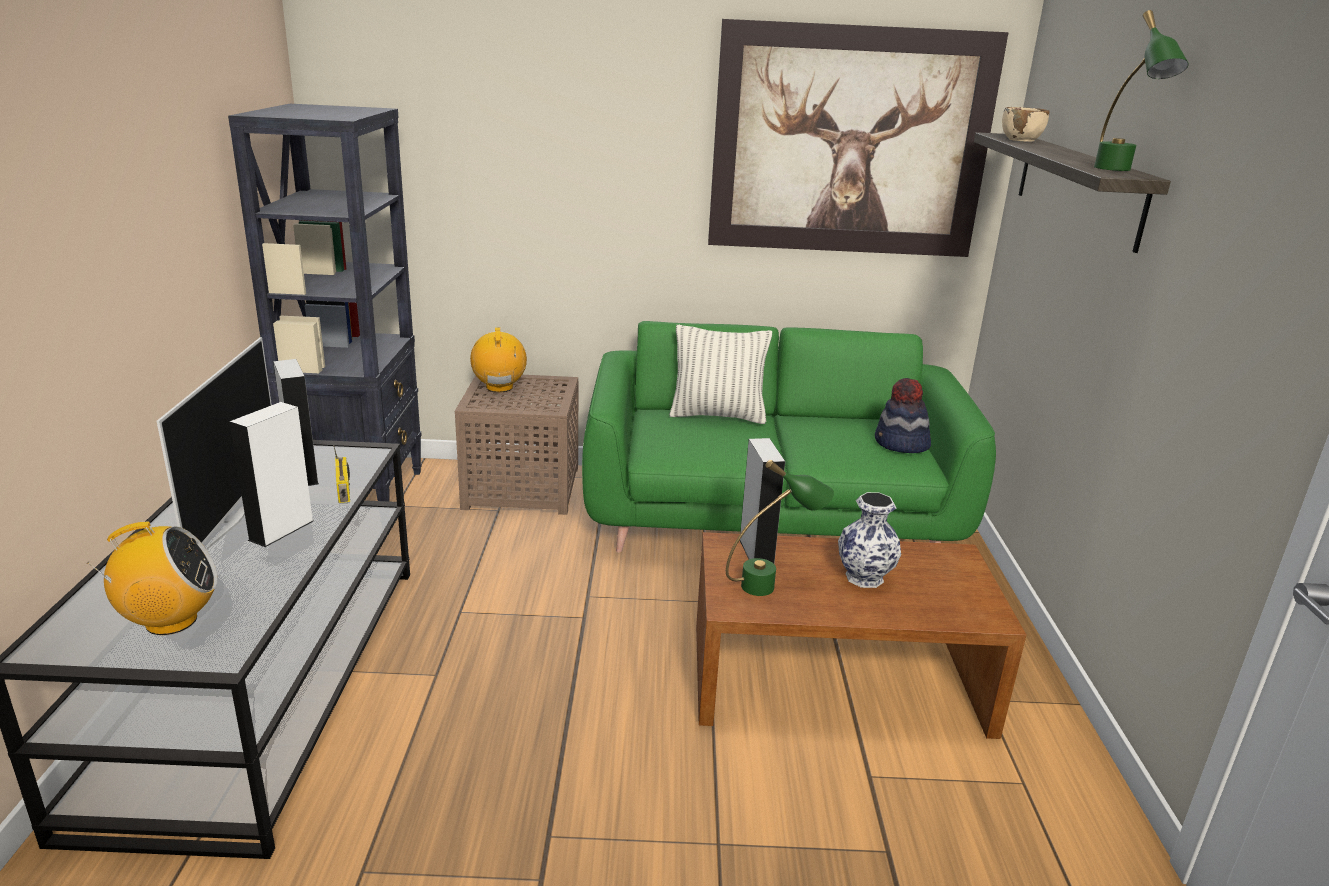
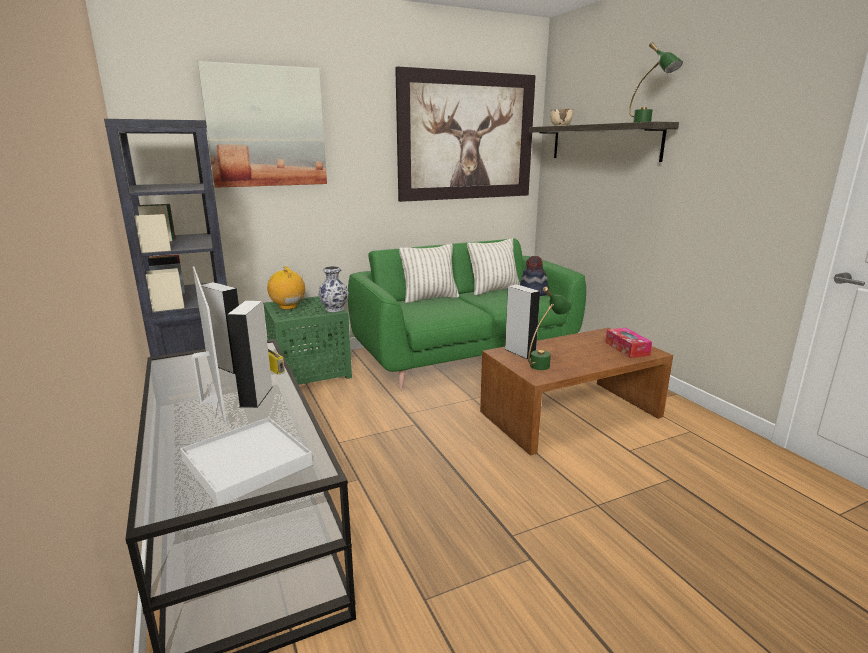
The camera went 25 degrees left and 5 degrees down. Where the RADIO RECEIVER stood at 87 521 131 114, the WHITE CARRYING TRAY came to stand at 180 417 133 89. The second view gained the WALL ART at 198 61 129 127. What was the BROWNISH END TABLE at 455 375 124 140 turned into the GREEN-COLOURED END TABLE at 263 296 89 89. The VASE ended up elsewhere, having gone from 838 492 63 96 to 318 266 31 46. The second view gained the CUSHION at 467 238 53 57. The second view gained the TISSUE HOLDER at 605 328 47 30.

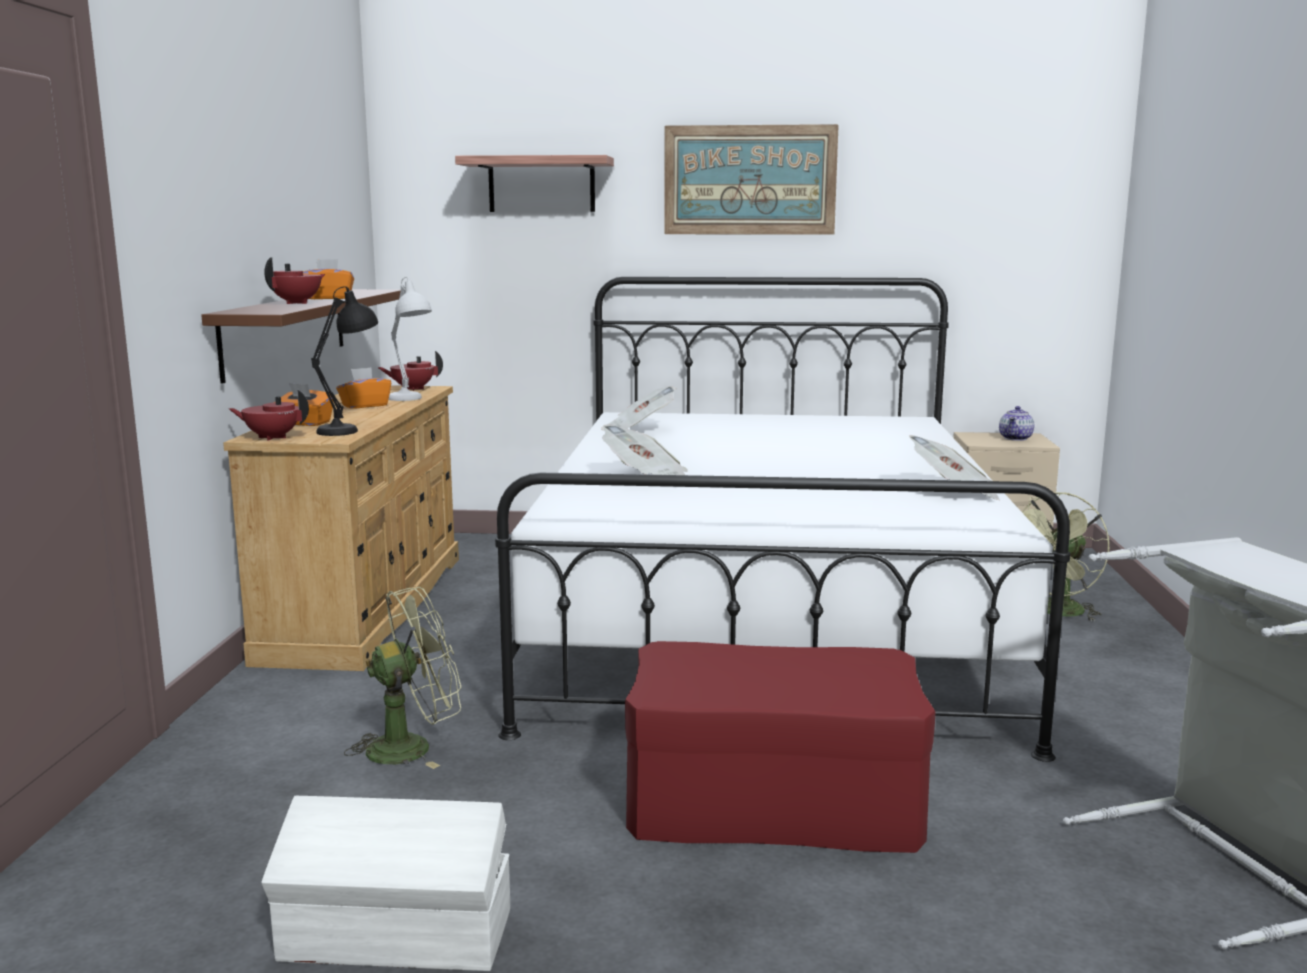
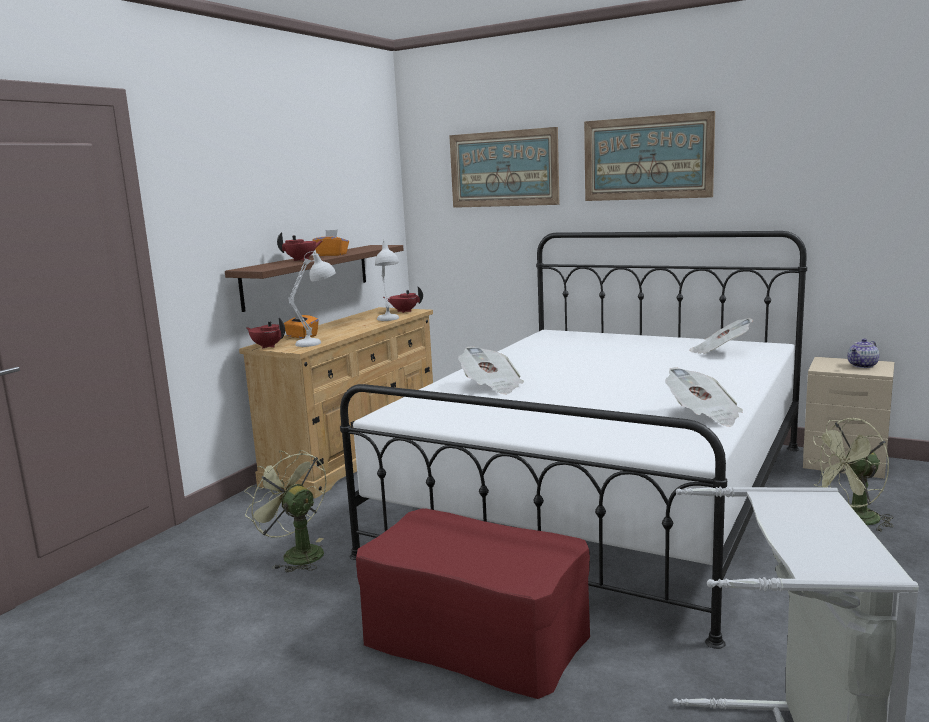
The camera went 25 degrees right and 0 degrees up. The GREEN-COLOURED COOLING FAN at 344 587 117 182 ended up facing another way, 135 degrees counterclockwise from before. What was the BLACK-COLOURED LAMP FOR A TABLE at 311 286 67 150 turned into the WHITE LAMP FOR A TABLE at 288 251 48 96. Where the WALL SHELF hung at 455 155 159 57, the WALL ART came to hang at 449 127 110 81. The DAILY PAPER ended up elsewhere, having gone from 601 386 76 45 to 689 318 64 36. The second view lost the WHITE STORAGE BOX at 261 796 249 175. The second view lost the ORANGE-COLOURED TISSUE HOLDER at 336 367 55 42.

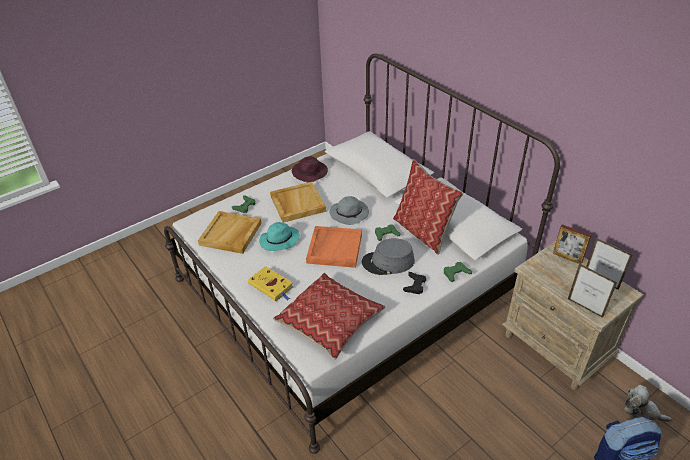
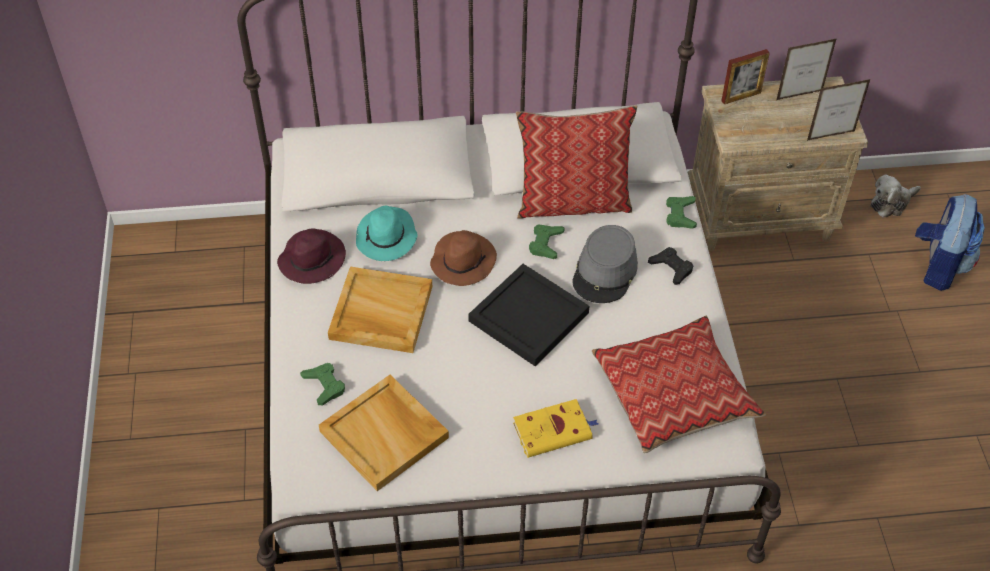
The camera went 60 degrees left and 10 degrees up. The TURQUOISE-COLOURED CLOTHING HAT ended up elsewhere, having gone from 259 222 41 29 to 356 206 61 55. What was the GRAY CLOTHING HAT at 330 196 39 29 turned into the BROWNISH CLOTHING HAT at 430 230 67 56. What was the ORANGE-COLOURED CARRYING TRAY at 306 226 56 42 turned into the BLACK-COLOURED CARRYING TRAY at 468 264 121 102.

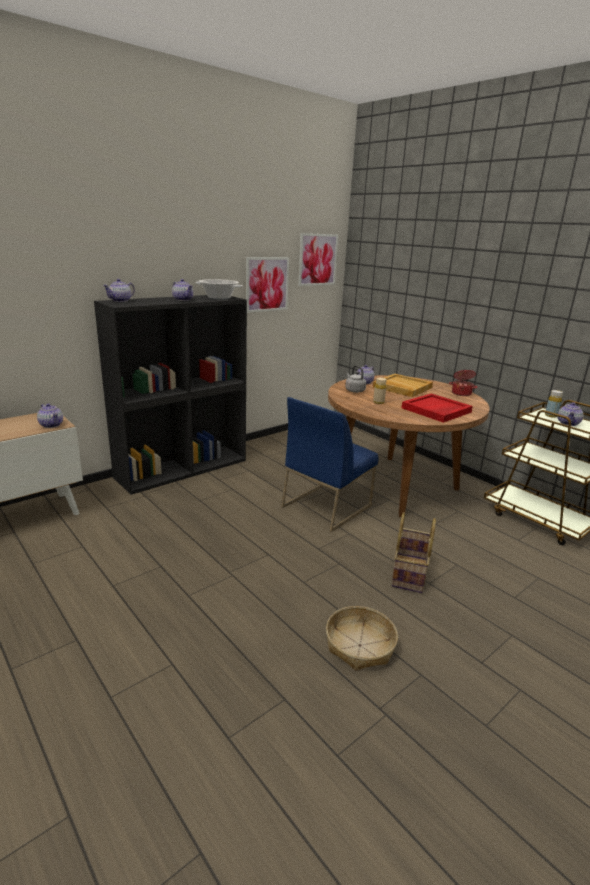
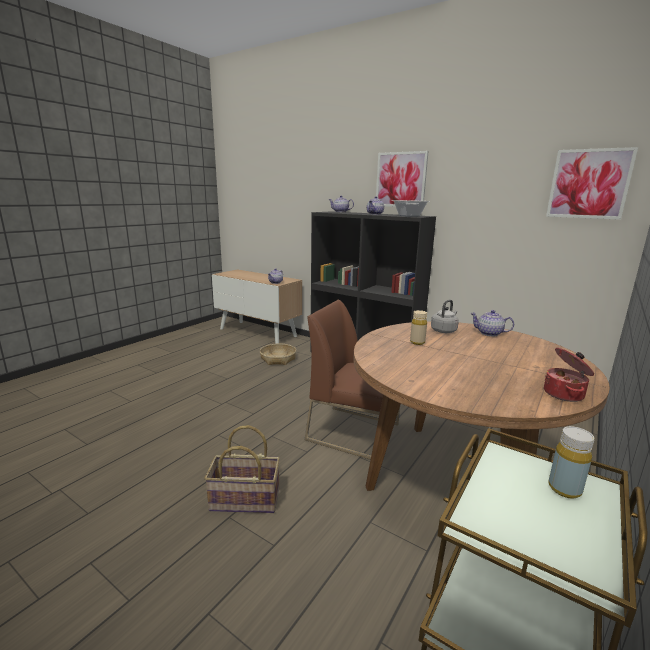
The camera went 75 degrees right and 5 degrees down. The STORAGE BASKET ended up elsewhere, having gone from 326 606 72 65 to 260 344 36 21. What was the BLUISH CHAIR at 281 397 97 135 turned into the BROWNISH CHAIR at 305 300 95 160. The WALL ART ended up elsewhere, having gone from 246 257 43 56 to 376 151 53 56. The second view lost the BEIGE-COLOURED CARRYING TRAY at 373 374 60 23. The second view lost the RED-COLOURED CARRYING TRAY at 401 393 72 30. The second view lost the TEAPOT at 557 402 26 24.

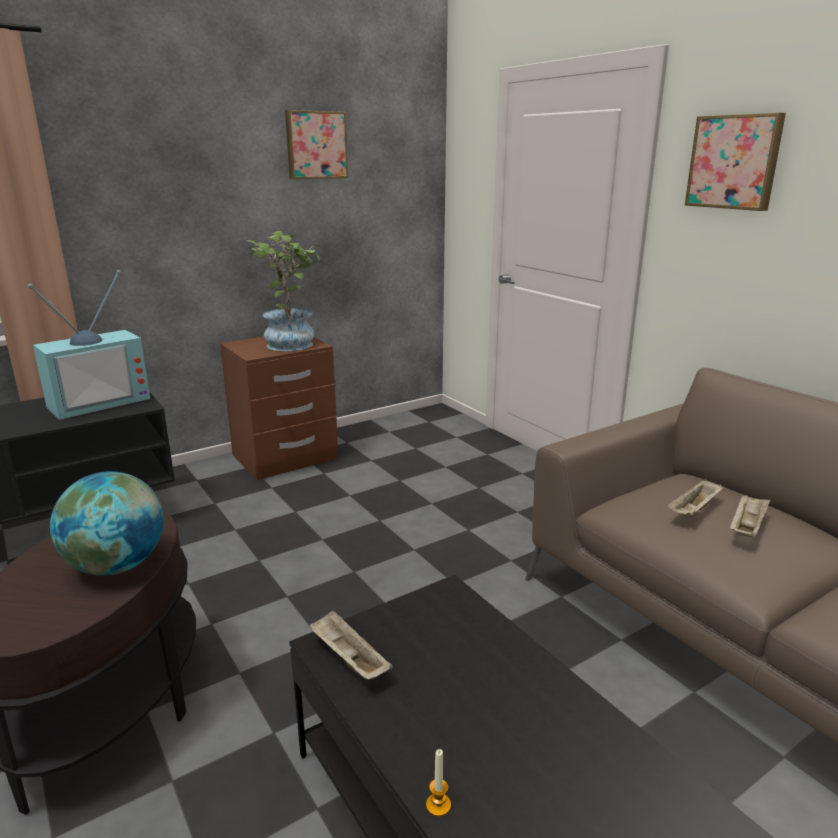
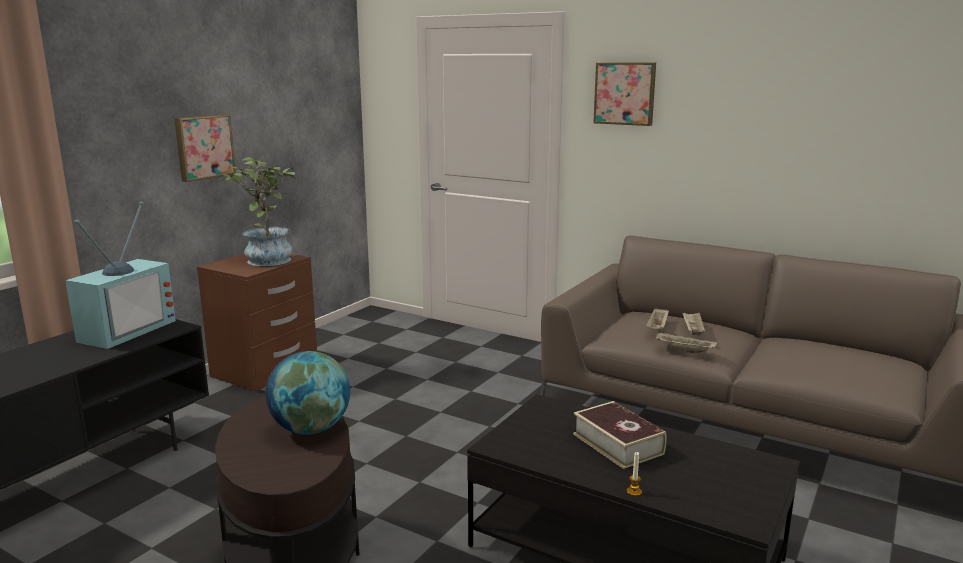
The camera went 25 degrees left and 5 degrees down. The WALL ART ended up elsewhere, having gone from 285 110 64 69 to 174 114 62 68. The second view gained the BOOK at 573 401 93 68. The BEIGE-COLOURED CARRYING TRAY ended up elsewhere, having gone from 309 610 84 70 to 656 332 61 21.

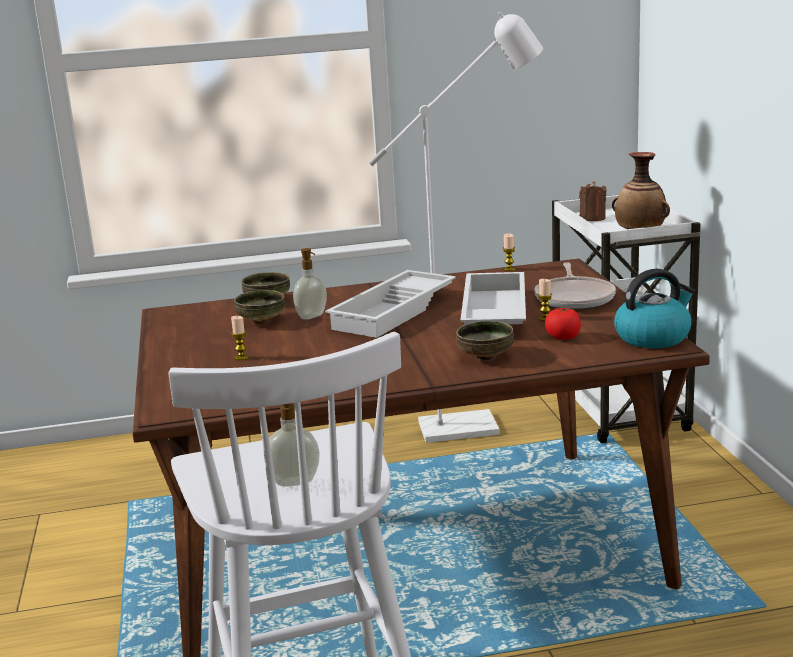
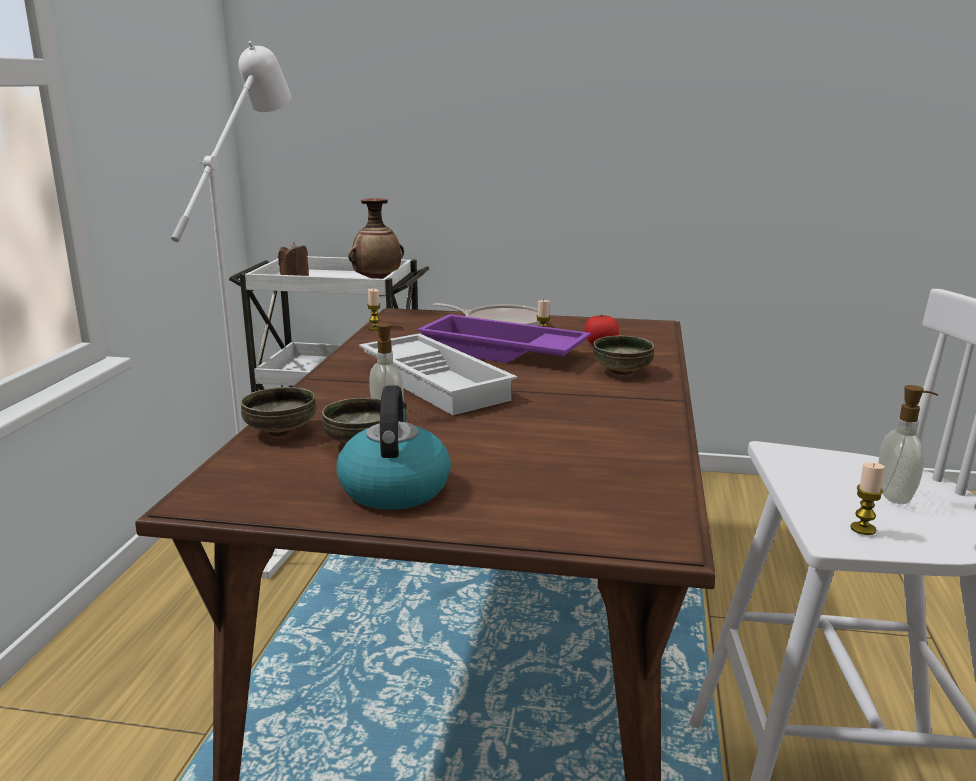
The camera went 70 degrees left and 0 degrees up. The KETTLE ended up elsewhere, having gone from 614 269 81 79 to 337 385 114 125. What was the WHITE CARRYING TRAY at 460 272 66 53 turned into the PURPLE-COLOURED CARRYING TRAY at 417 314 174 49. The WAX CANDLE ended up elsewhere, having gone from 231 316 18 44 to 850 462 35 73.

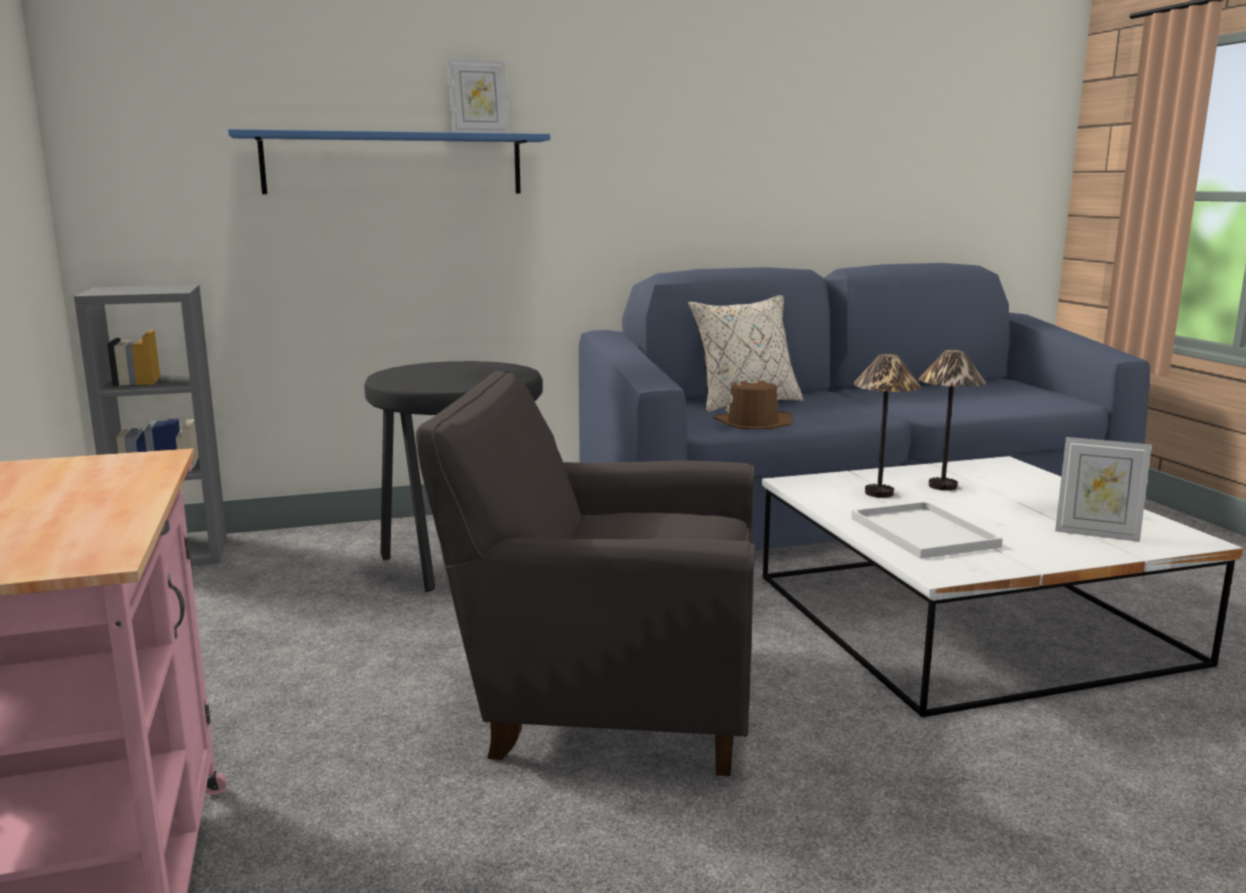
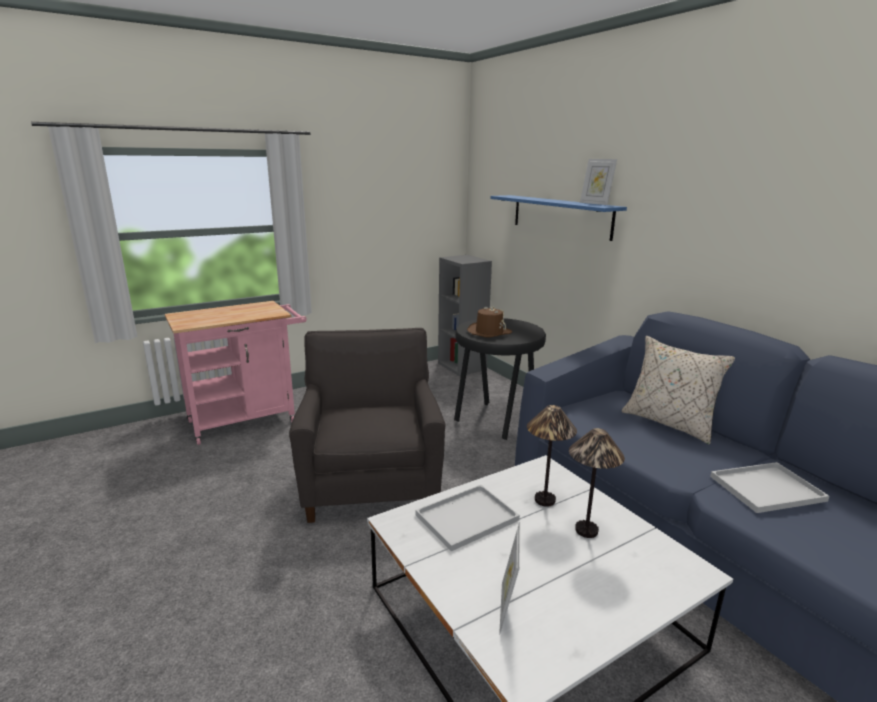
The camera went 75 degrees right and 5 degrees up. The BROWNISH CLOTHING HAT ended up elsewhere, having gone from 713 375 80 54 to 467 306 45 31. The second view gained the WHITE CARRYING TRAY at 710 462 120 51.

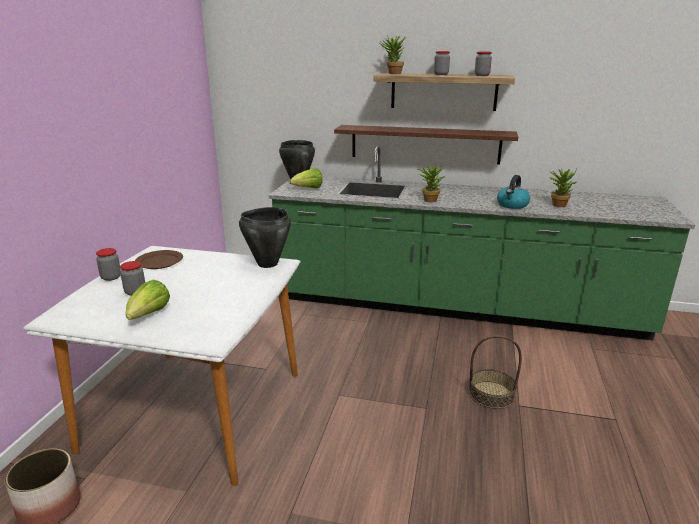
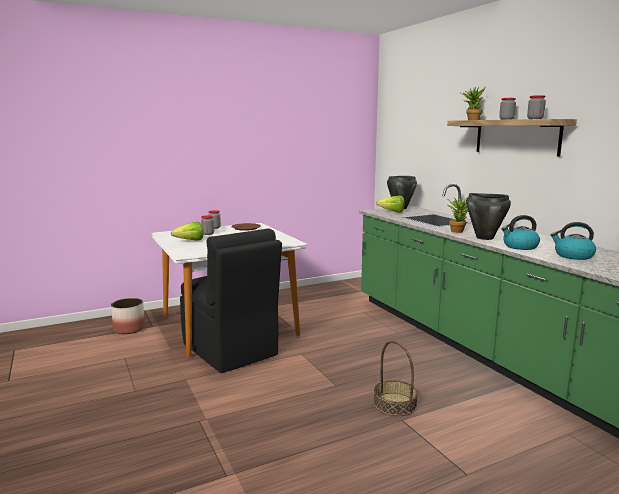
The camera went 50 degrees right and 10 degrees down. The second view gained the BLACK-COLOURED CHAIR at 180 228 102 145. The BLACK-COLOURED SAUCEPOT ended up elsewhere, having gone from 239 207 52 61 to 466 193 45 47. Where the POTTED PLANT stood at 549 168 29 39, the KETTLE came to stand at 551 222 45 38. The second view lost the BROWNISH WALL SHELF at 334 125 184 40.

